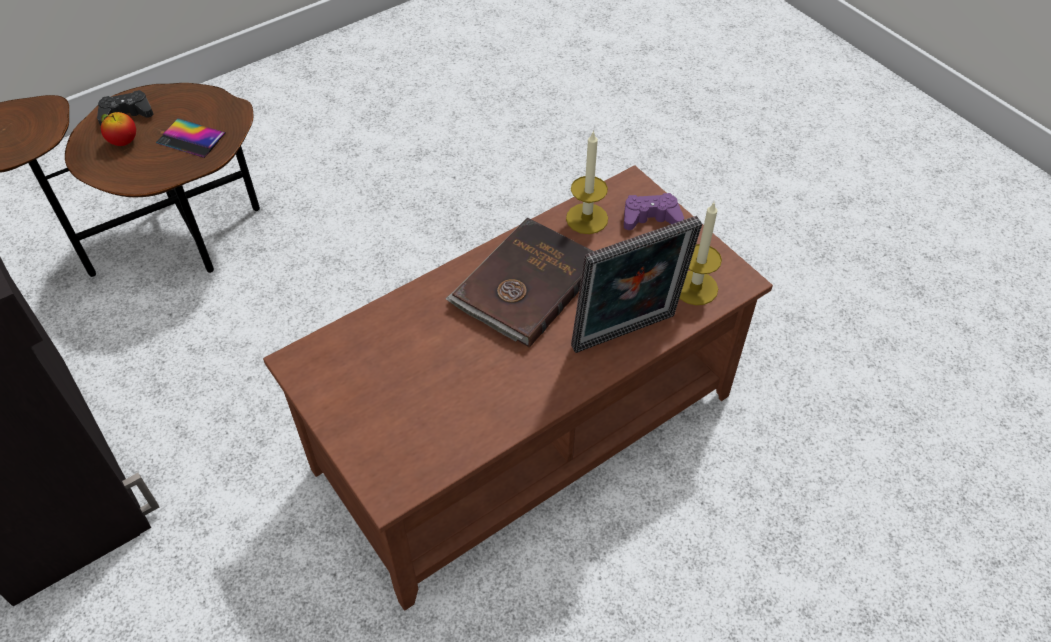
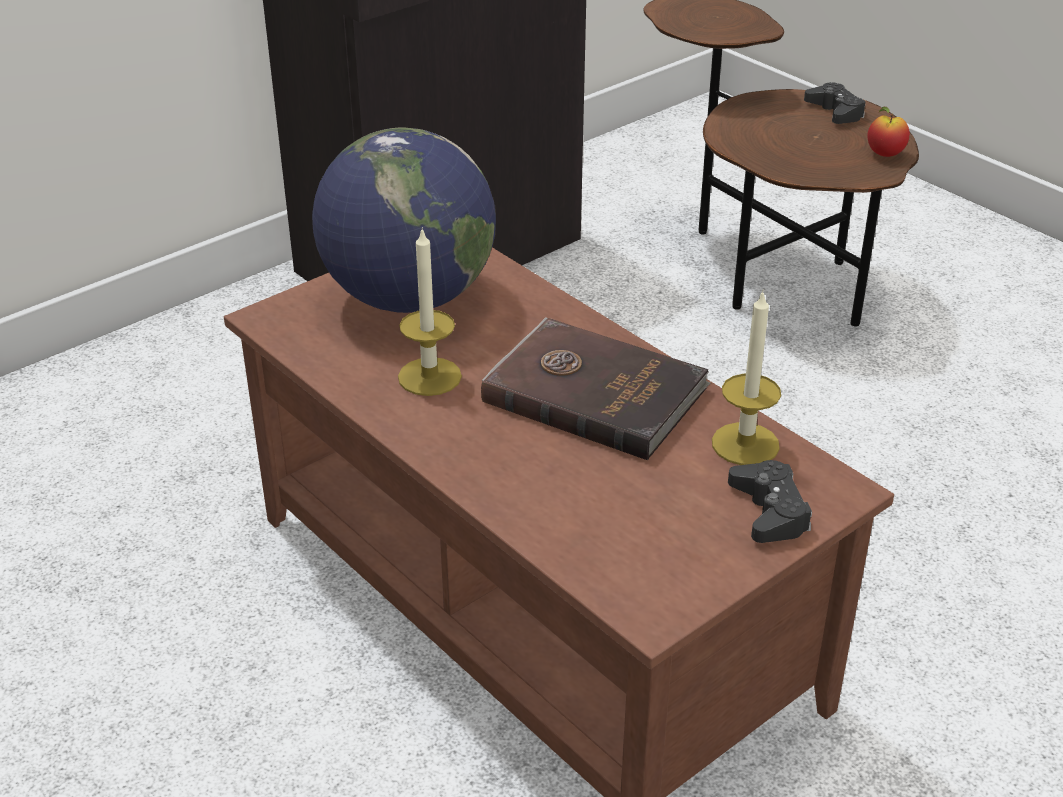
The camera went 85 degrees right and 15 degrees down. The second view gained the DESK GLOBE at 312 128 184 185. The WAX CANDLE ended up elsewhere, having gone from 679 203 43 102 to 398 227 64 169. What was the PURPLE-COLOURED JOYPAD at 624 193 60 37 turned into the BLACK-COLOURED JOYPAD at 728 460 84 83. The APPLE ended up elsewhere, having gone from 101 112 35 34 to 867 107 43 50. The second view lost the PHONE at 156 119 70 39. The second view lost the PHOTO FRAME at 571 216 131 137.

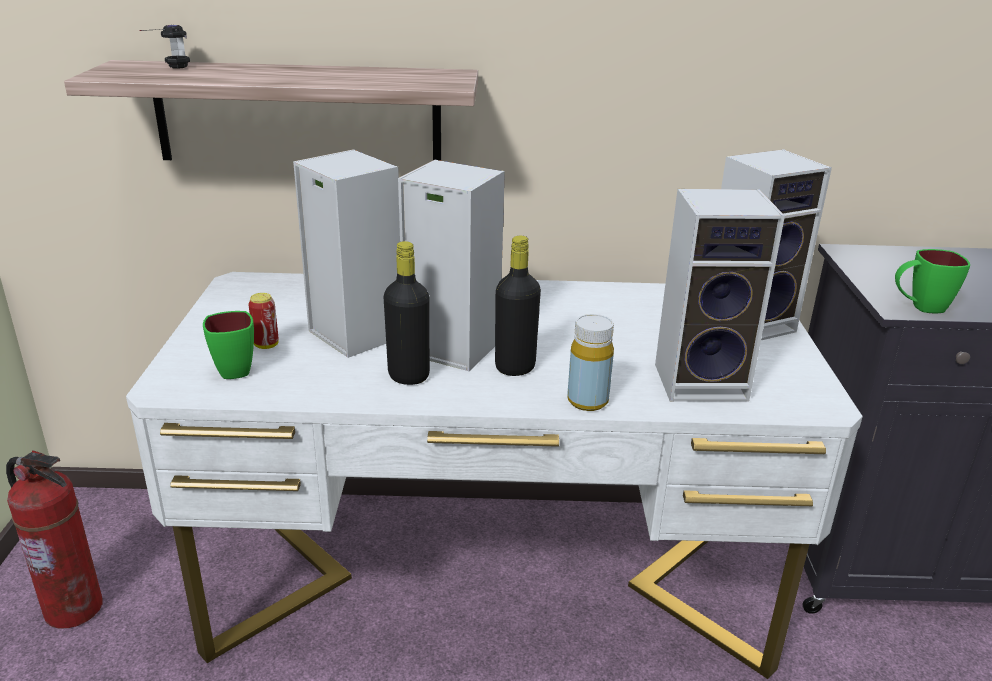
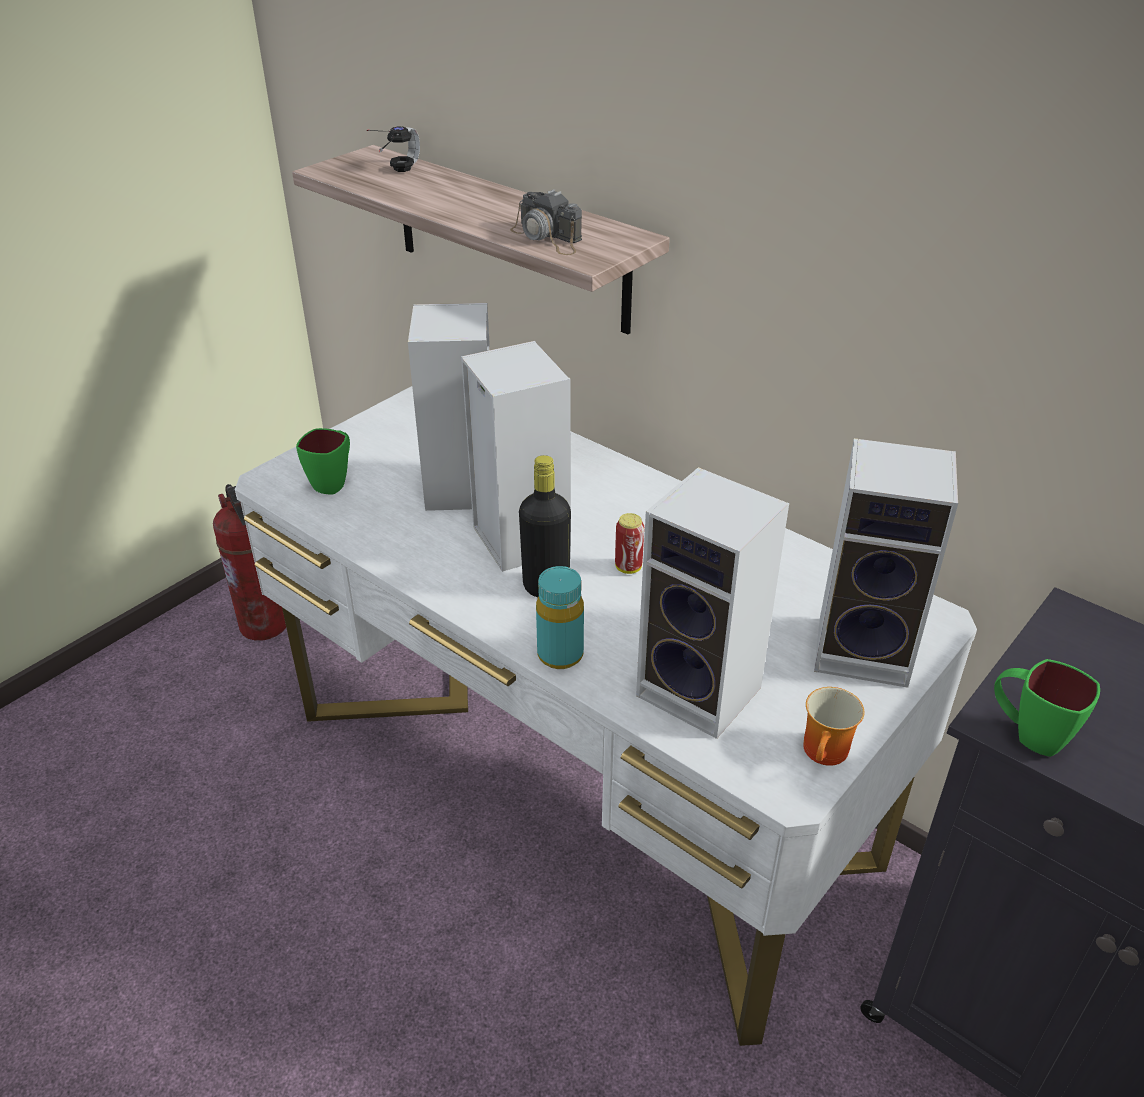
The camera went 40 degrees right and 10 degrees up. The second view gained the STILL CAMERA at 510 189 72 66. What was the YELLOW BEVERAGE BOTTLE at 567 314 47 97 turned into the TURQUOISE-COLOURED BEVERAGE BOTTLE at 536 566 48 103. The CAN ended up elsewhere, having gone from 248 293 31 56 to 615 513 29 61. The second view gained the MUG at 803 687 62 79. The second view lost the BLACK-COLOURED BEVERAGE BOTTLE at 384 241 46 144.

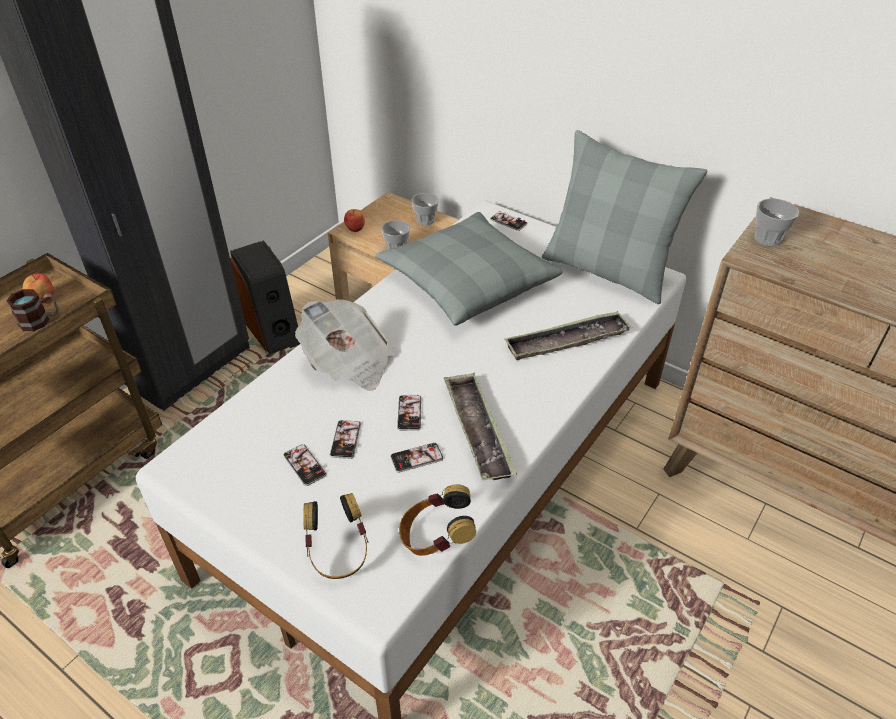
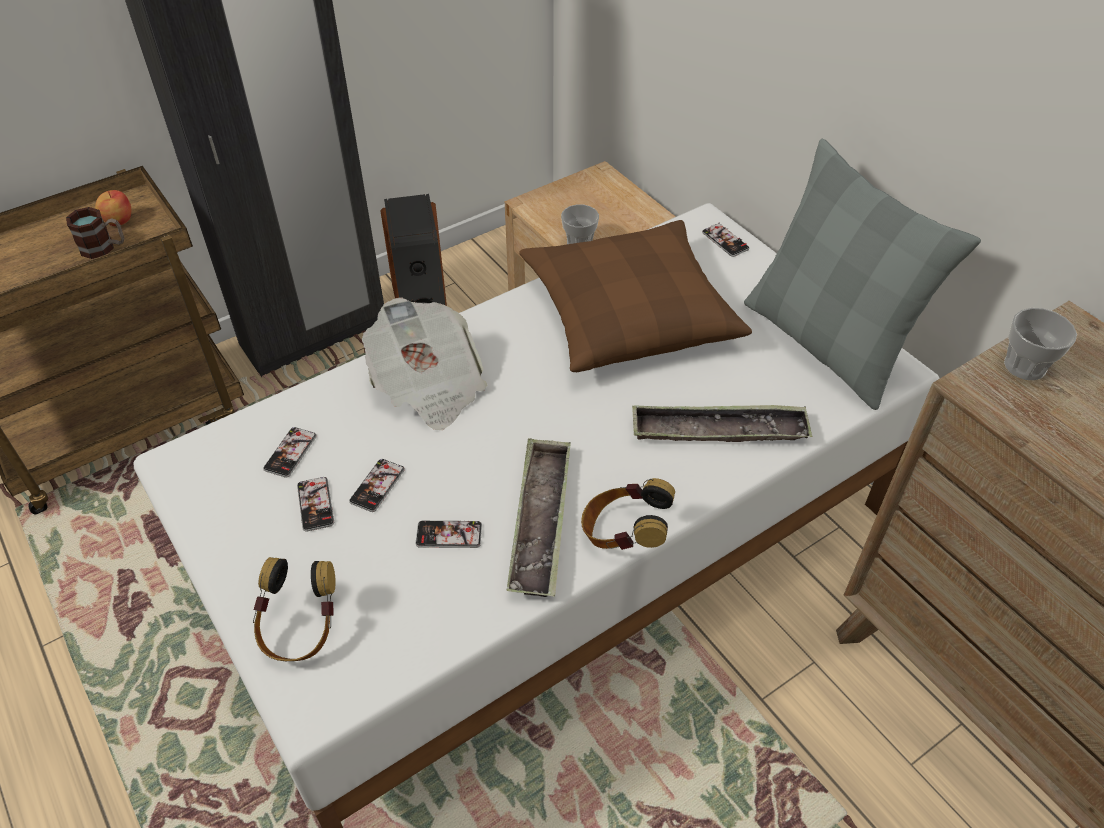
The camera went 20 degrees right and 5 degrees up. The PHONE ended up elsewhere, having gone from 397 395 24 36 to 263 427 54 51. What was the GRAY CUSHION at 375 212 188 113 turned into the BROWNISH CUSHION at 519 220 233 152. The HEADSET ended up elsewhere, having gone from 399 484 77 72 to 581 478 94 72. The second view lost the APPLE at 344 209 21 23. The second view lost the DRINKING CUP at 412 193 27 33.

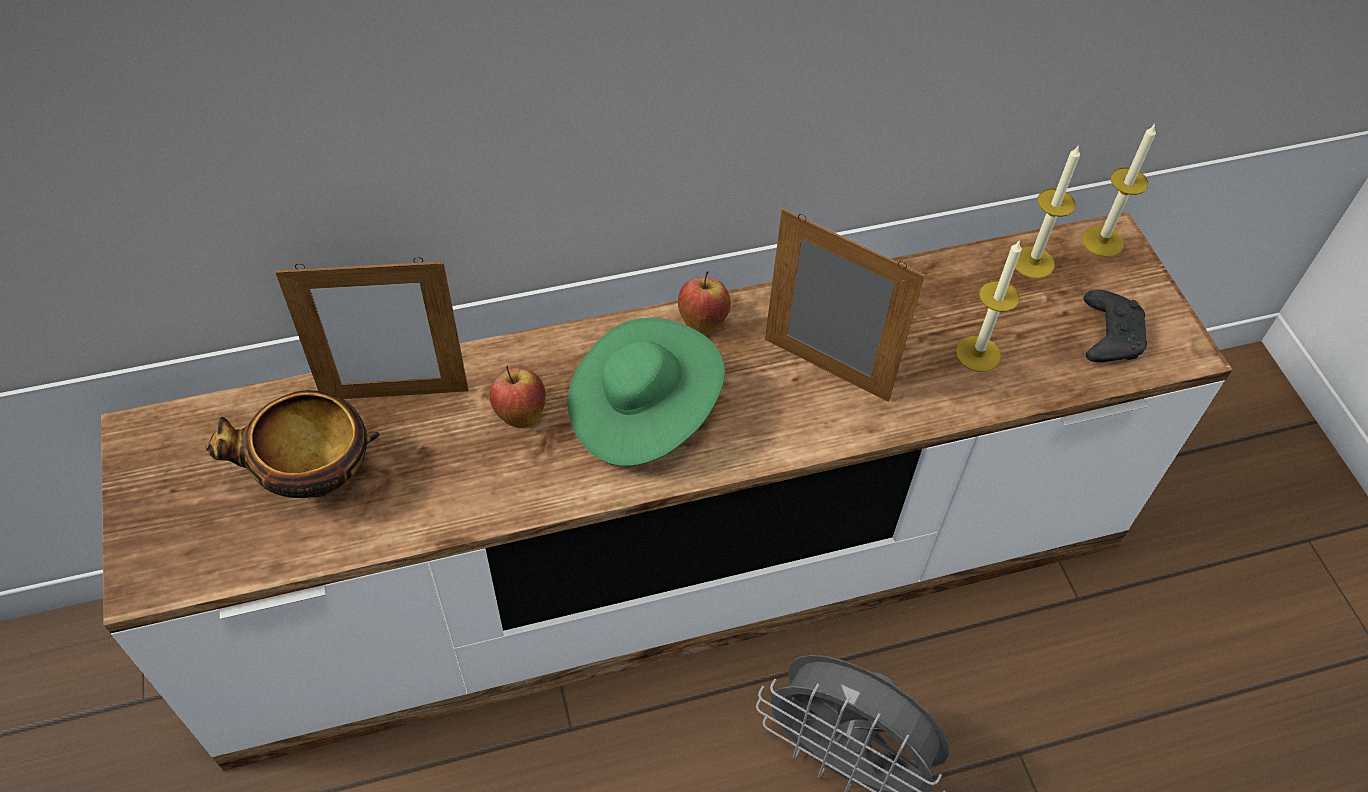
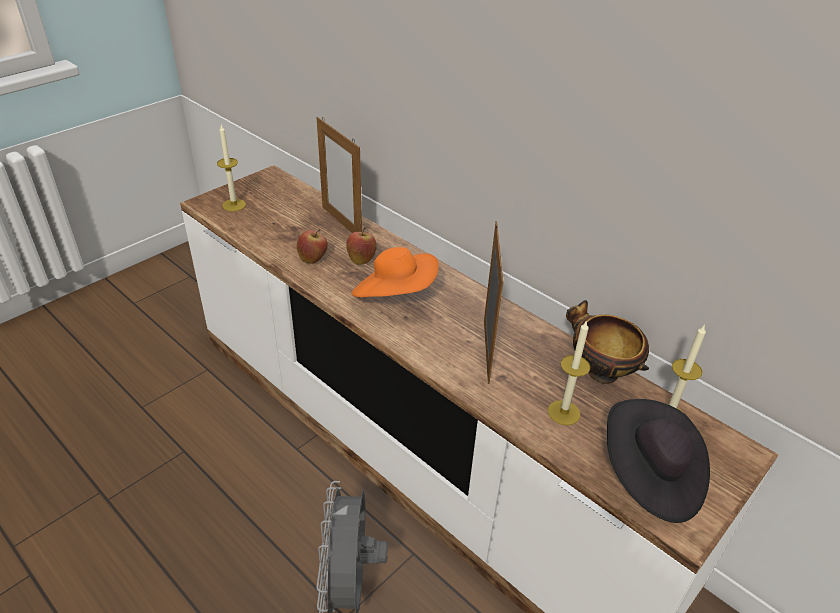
The camera went 60 degrees right and 15 degrees down. The WAX CANDLE ended up elsewhere, having gone from 1082 124 74 133 to 217 125 29 86. The APPLE ended up elsewhere, having gone from 678 271 53 64 to 297 229 31 35. What was the GREEN-COLOURED CLOTHING HAT at 567 318 158 148 turned into the ORANGE-COLOURED CLOTHING HAT at 351 247 88 51. The SERVING BOWL ended up elsewhere, having gone from 206 390 174 108 to 566 300 83 84. Where the BLACK-COLOURED JOYPAD stood at 1083 290 64 72, the BLACK-COLOURED CLOTHING HAT came to stand at 607 399 103 124.

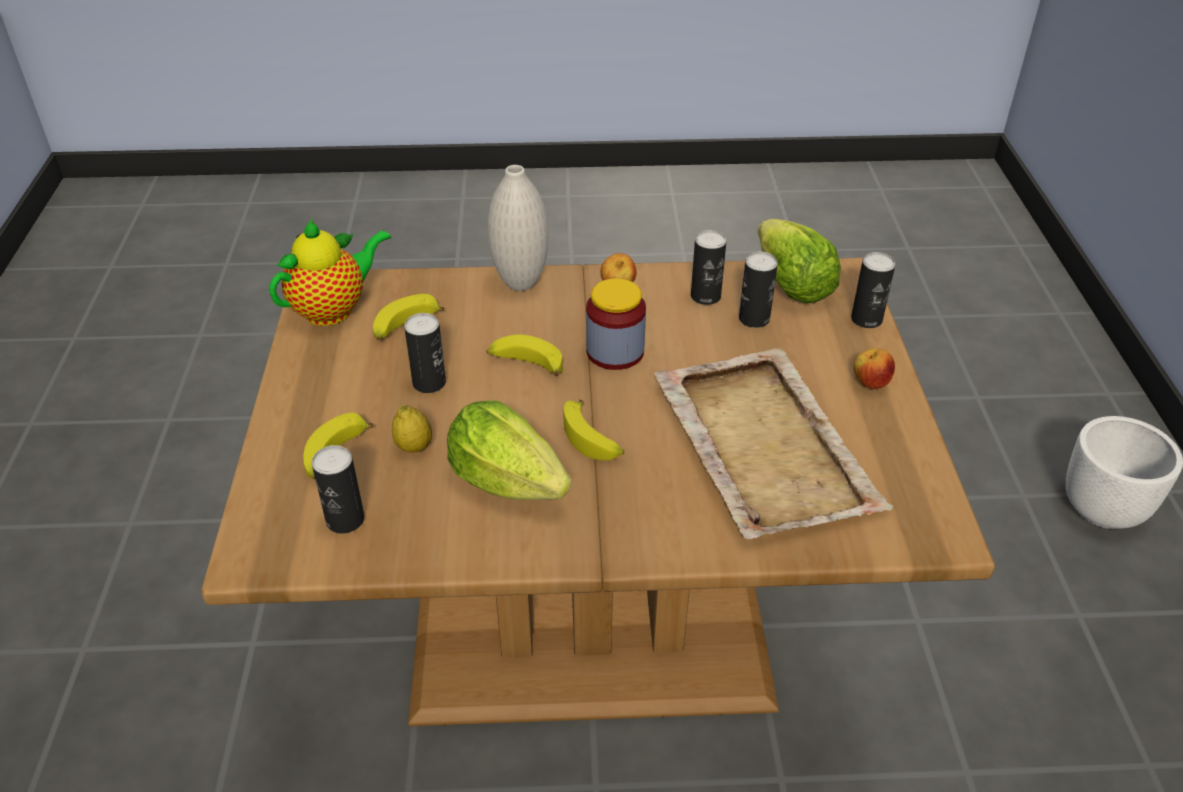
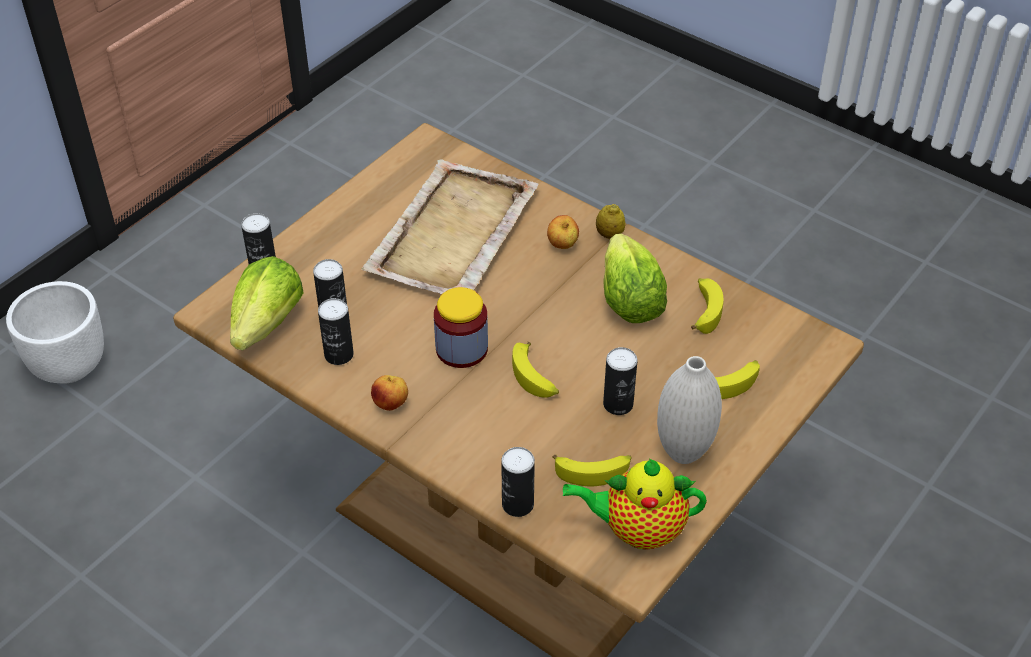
The camera went 140 degrees left and 5 degrees up. The CAN ended up elsewhere, having gone from 312 445 53 89 to 501 447 34 70. The APPLE ended up elsewhere, having gone from 854 348 41 41 to 547 215 32 34. The WHOLE LEMON ended up elsewhere, having gone from 392 404 40 49 to 596 204 29 35. The WHITE VASE ended up elsewhere, having gone from 488 165 60 126 to 657 356 65 108. The WHOLE BANANA ended up elsewhere, having gone from 564 400 60 60 to 691 278 33 56.

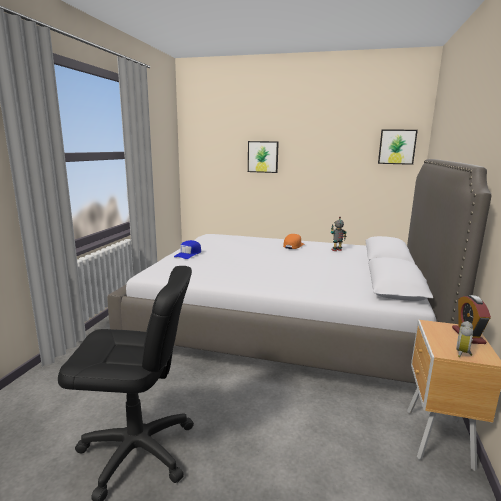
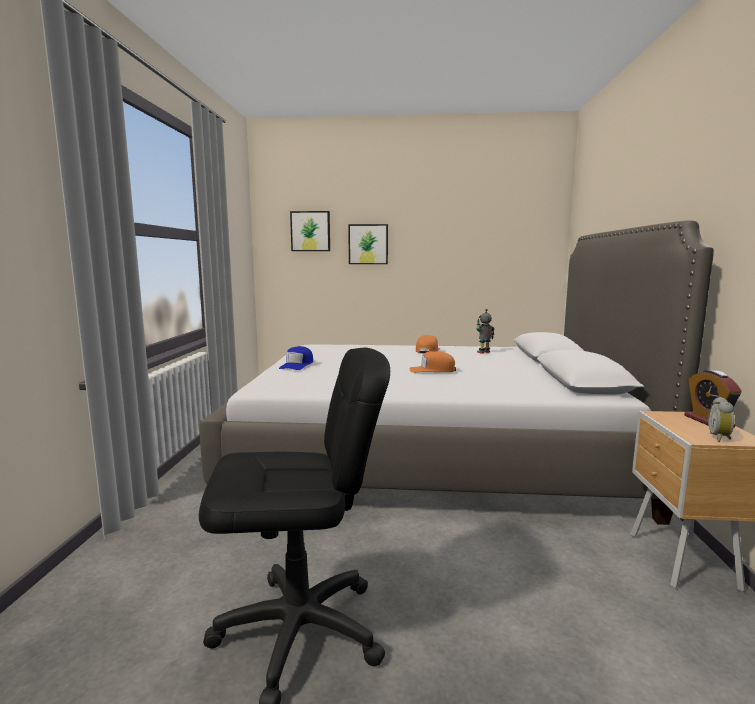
The camera went 10 degrees left and 5 degrees down. The WALL ART ended up elsewhere, having gone from 378 130 40 35 to 290 211 40 40. The second view gained the ORANGE-COLOURED BASEBALL CAP at 410 351 46 22.

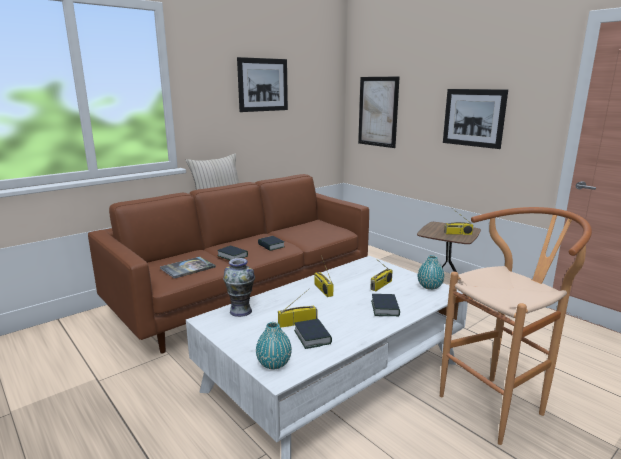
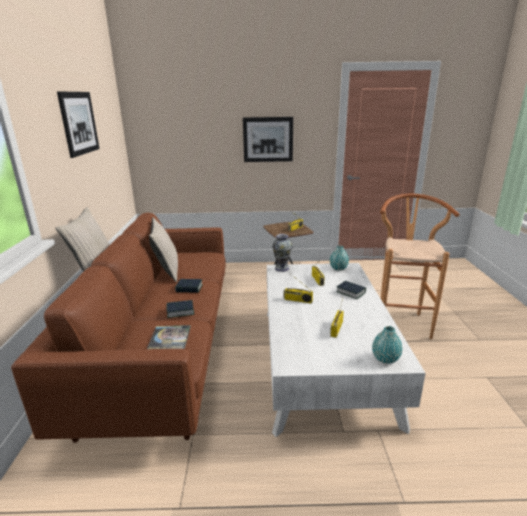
The camera went 50 degrees left and 5 degrees up. The second view gained the BEIGE-COLOURED CUSHION at 149 217 29 65. The VASE ended up elsewhere, having gone from 223 258 32 59 to 272 234 21 38. The second view lost the BOOK at 294 319 38 30. The second view lost the WALL ART at 358 76 42 72.

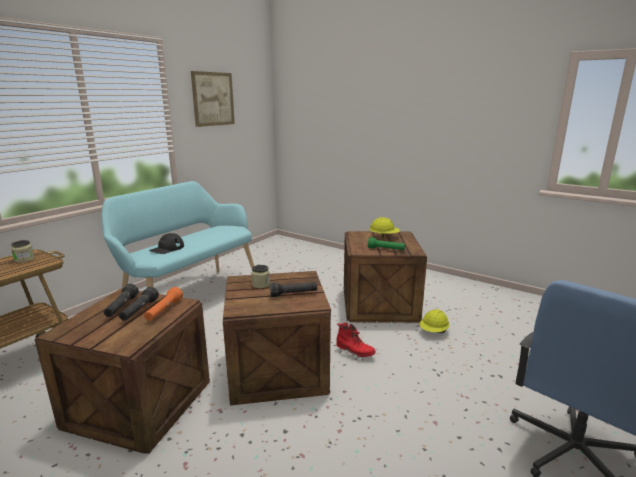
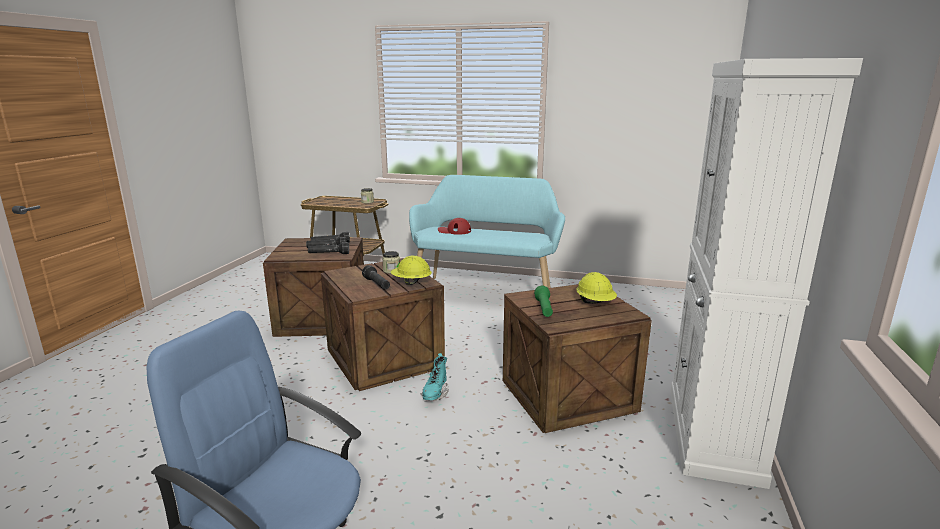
The camera went 70 degrees right and 0 degrees up. What was the ORANGE-COLOURED TORCH at 144 287 39 34 turned into the BLACK-COLOURED TORCH at 308 242 41 12. The YELLOW HARD HAT ended up elsewhere, having gone from 420 309 29 24 to 391 255 41 30. What was the RED-COLOURED TALL BOOT at 336 323 40 35 turned into the TURQUOISE-COLOURED TALL BOOT at 421 353 27 47. What was the BLACK-COLOURED BASEBALL CAP at 149 233 35 21 turned into the RED-COLOURED BASEBALL CAP at 438 218 33 17. The second view gained the WHITE STORAGE CABINET at 670 58 193 431. The second view lost the WALL ART at 191 71 44 56.

